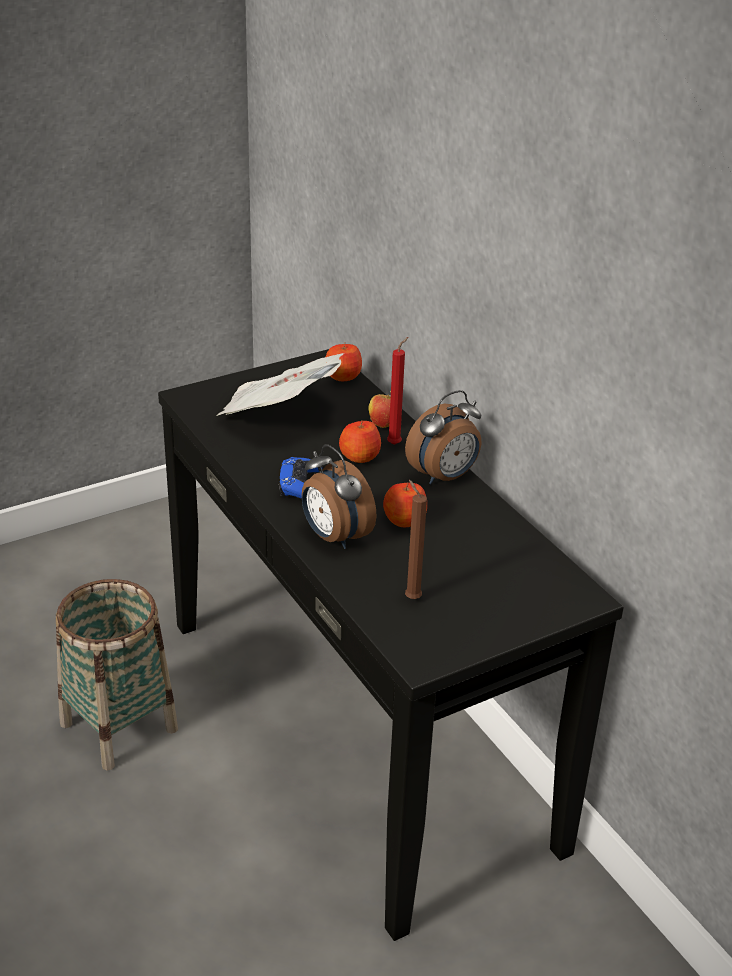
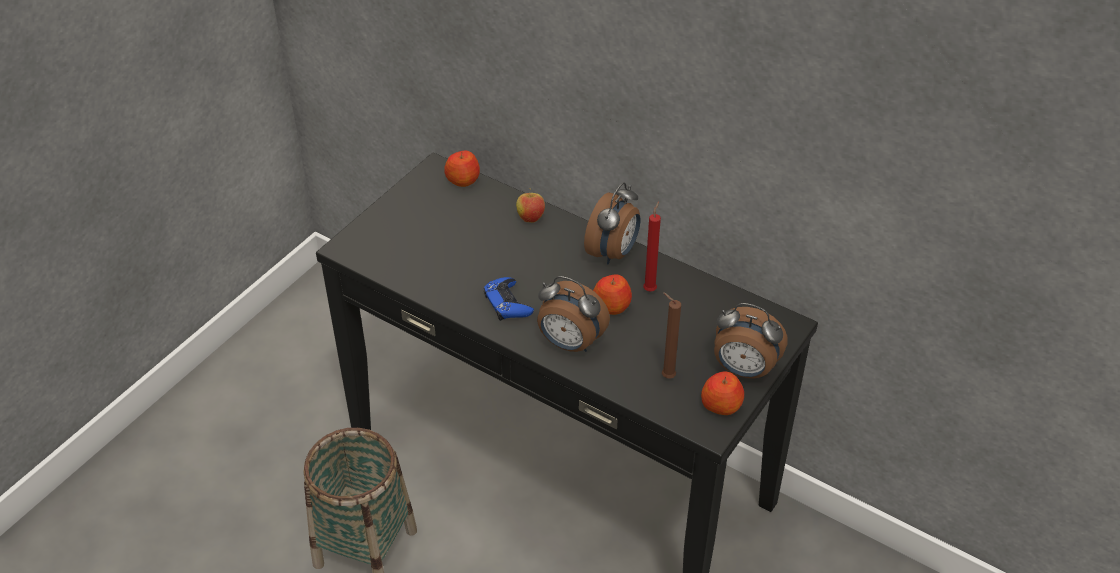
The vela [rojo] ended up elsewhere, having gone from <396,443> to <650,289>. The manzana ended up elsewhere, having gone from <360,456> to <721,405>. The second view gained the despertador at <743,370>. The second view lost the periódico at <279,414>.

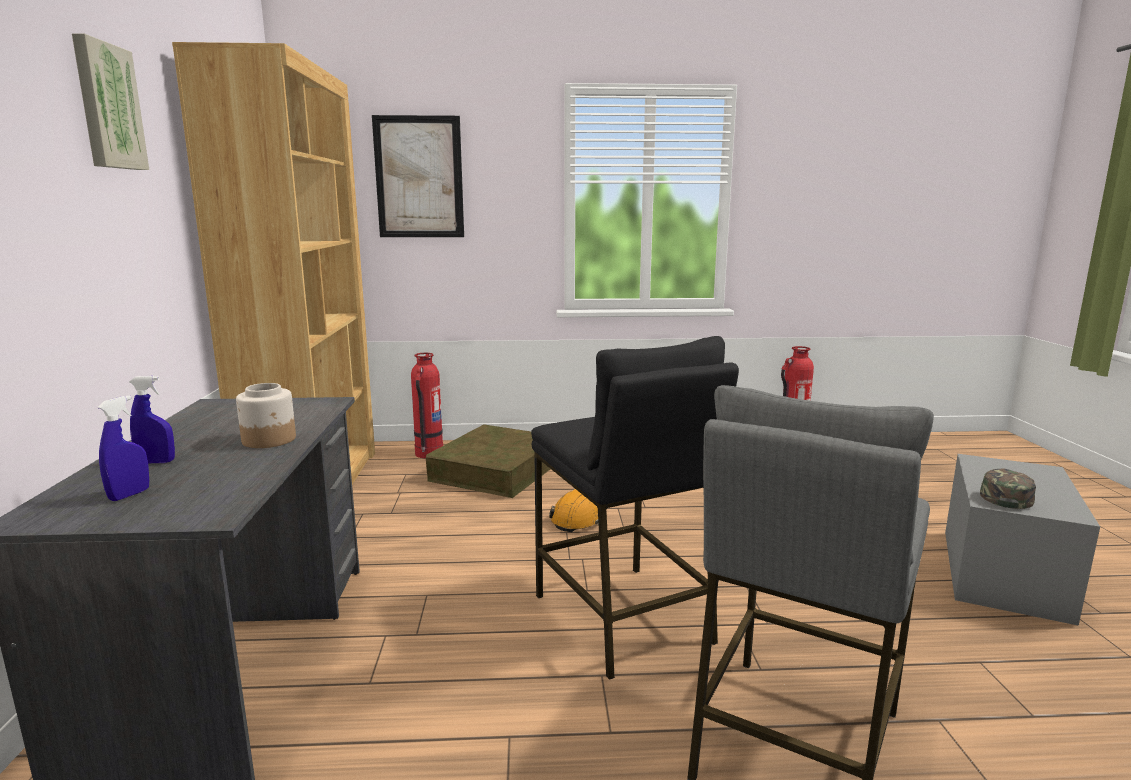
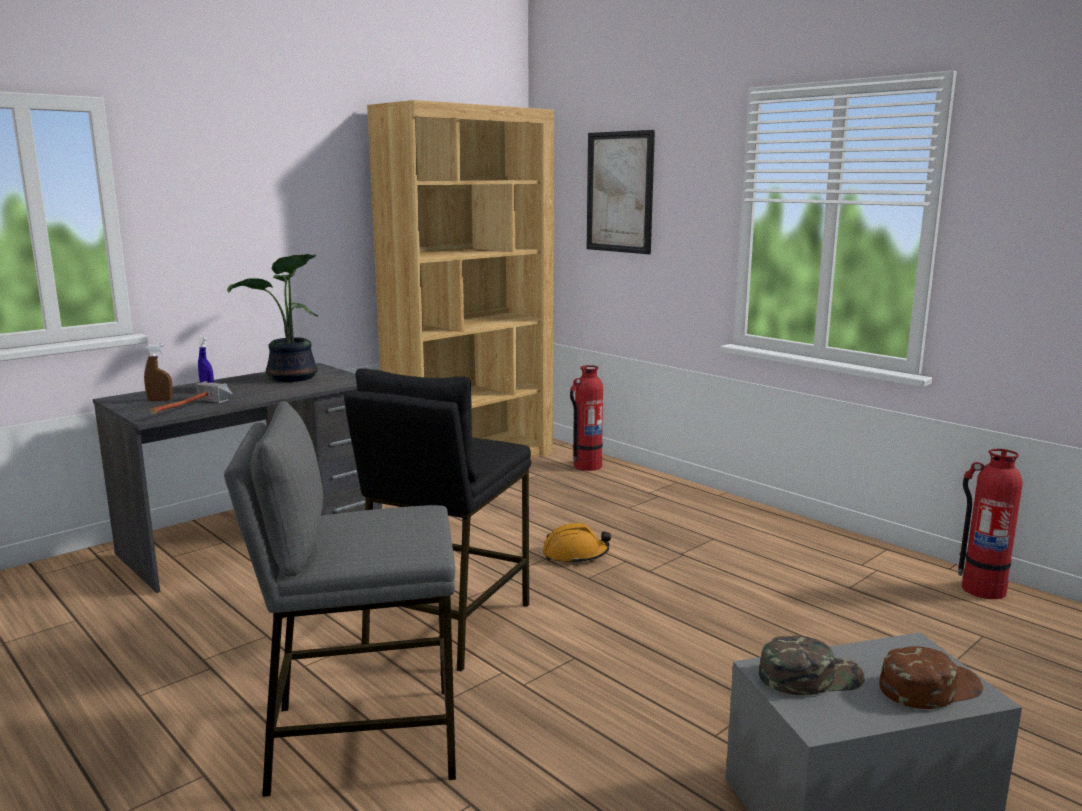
What was the pulverizador [azul] at <129,495> turned into the pulverizador [marrón] at <160,400>. The second view gained the martillo at <191,409>. The second view gained the planta en maceta at <291,378>. The second view gained the gorra [marrón] at <928,687>. The second view lost the cuadro at <107,107>. The second view lost the tarro at <269,440>. The second view lost the caja de almacenaje [marrón] at <497,470>.

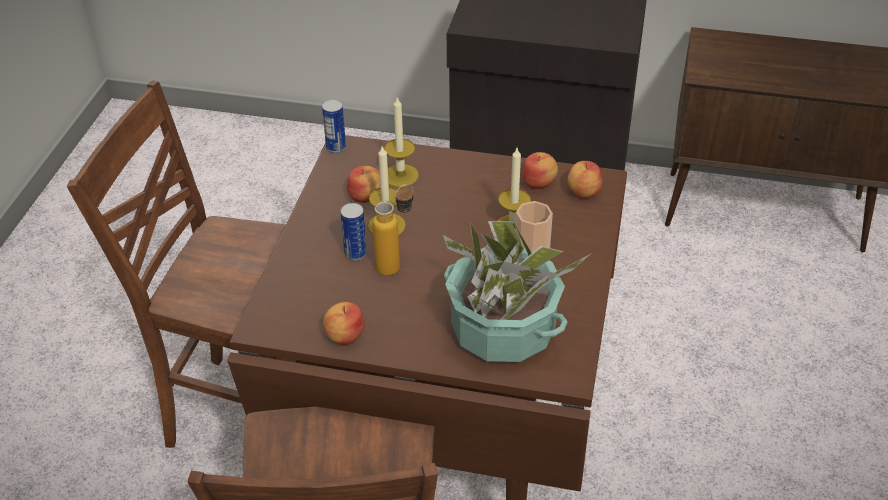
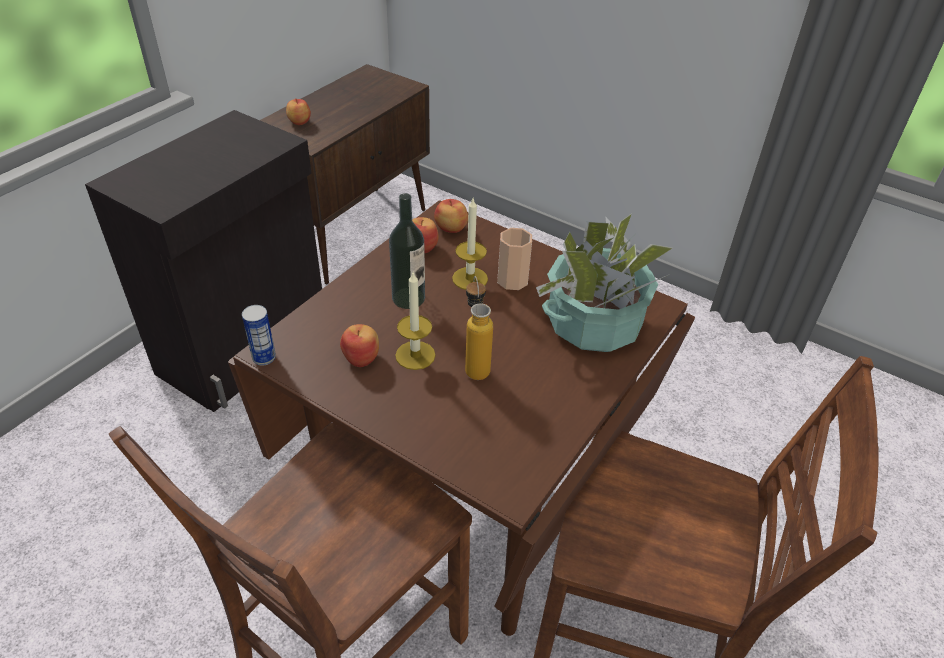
The manzana ended up elsewhere, having gone from <345,335> to <299,122>. The second view gained the botella at <408,298>. The second view lost the lata at <355,254>. The second view lost the vela at <400,175>.

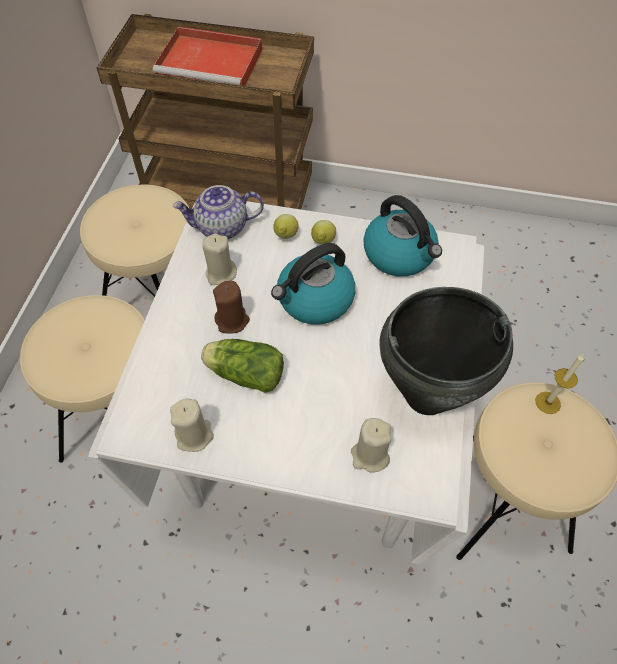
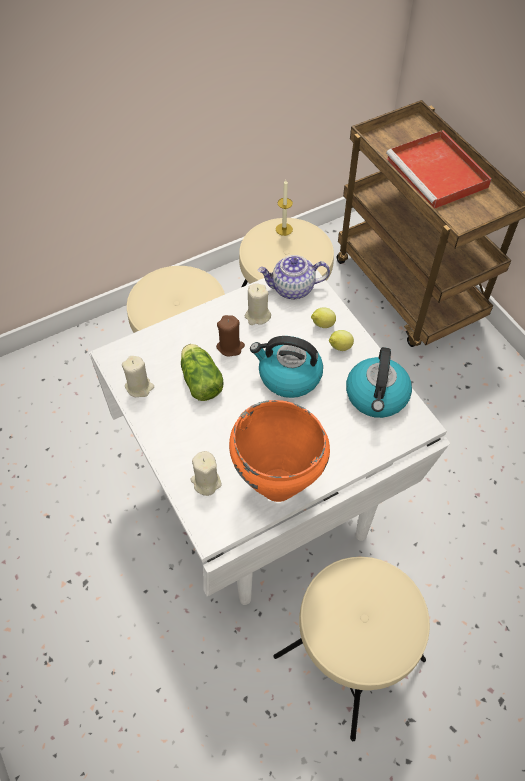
What was the olla [negro] at <428,396> turned into the olla [naranja] at <278,486>. The tetera at <221,228> ended up facing another way, 45 degrees counterclockwise from before. The vela ended up elsewhere, having gone from <548,402> to <284,229>.

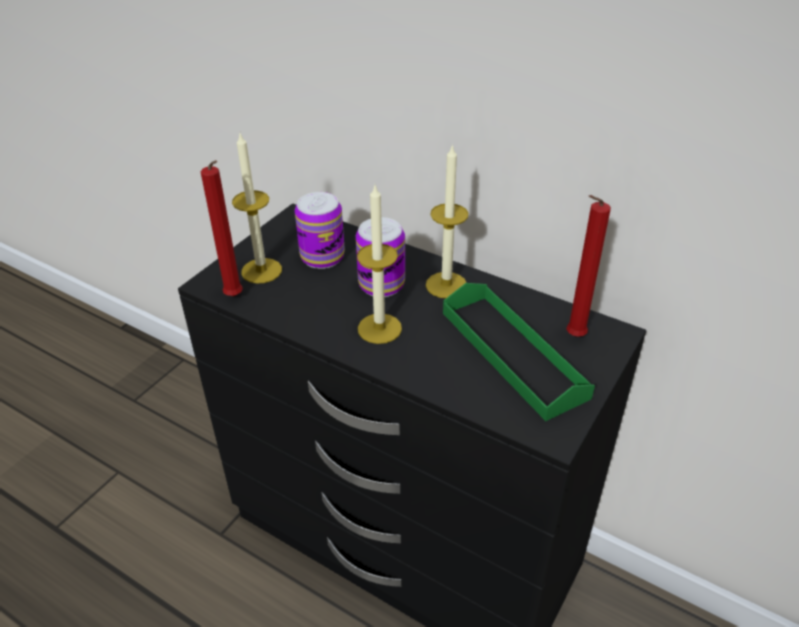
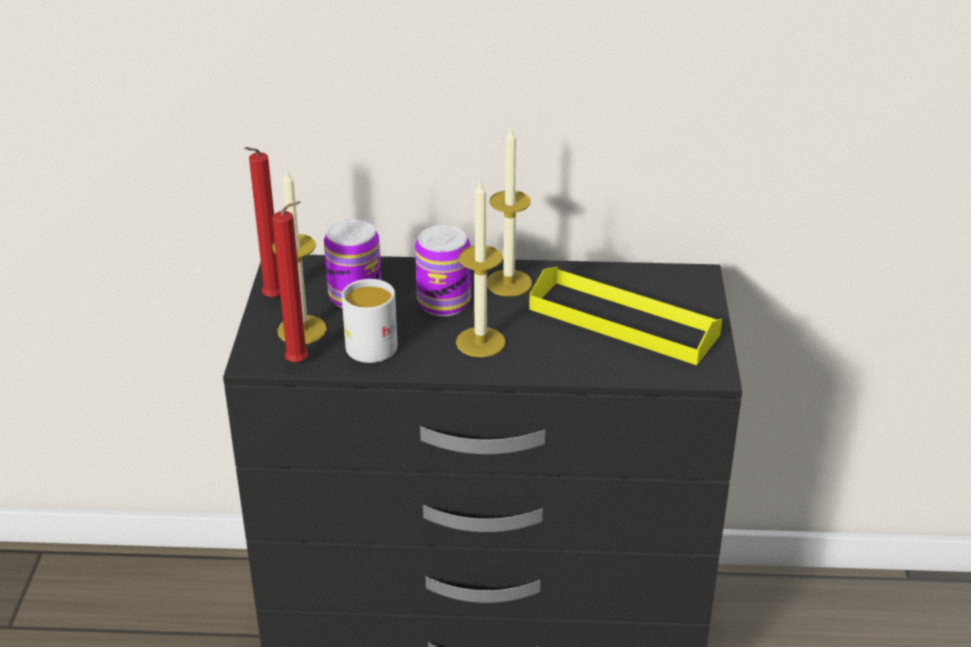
The vela [rojo] ended up elsewhere, having gone from <572,337> to <271,300>. The second view gained the taza grande [blanco] at <370,342>. What was the bandeja [verde] at <512,353> turned into the bandeja [amarillo] at <623,322>.

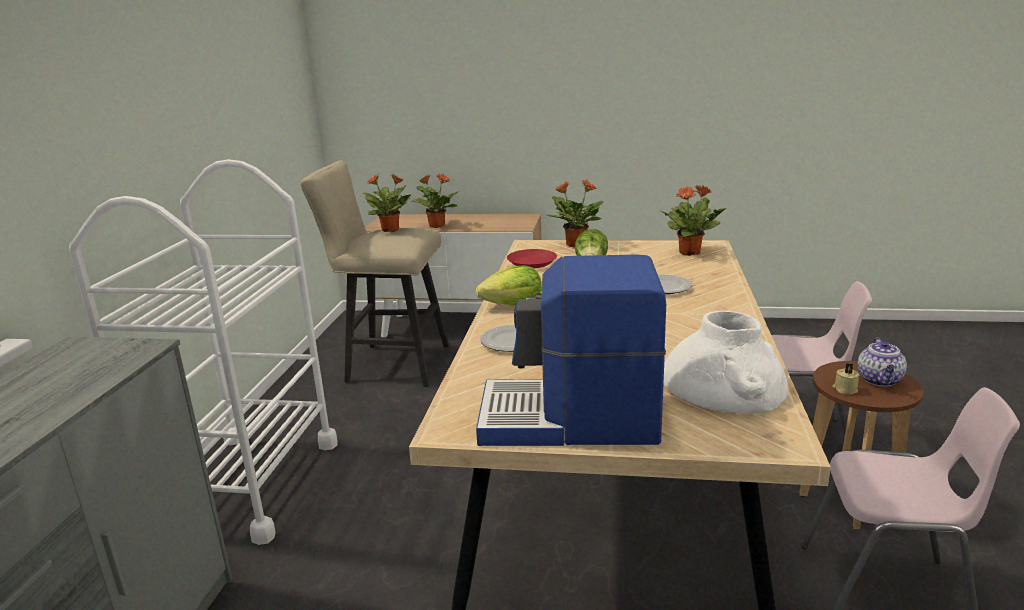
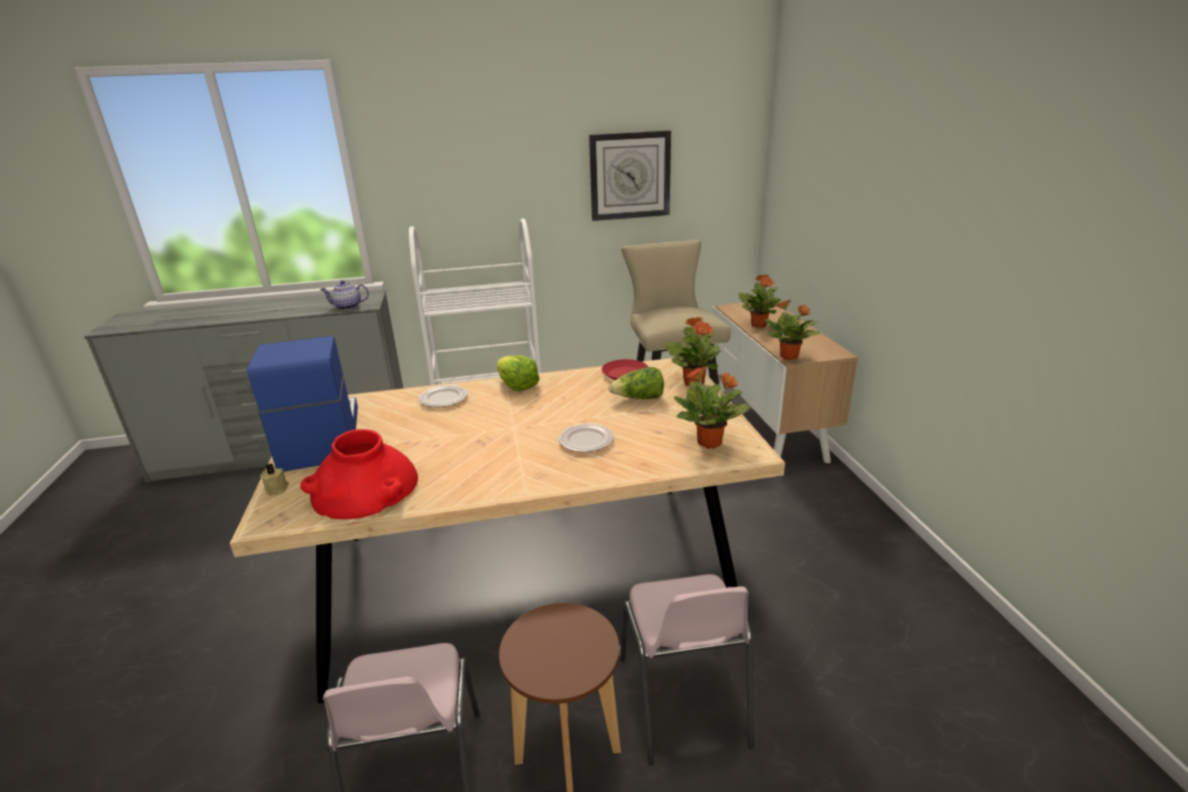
The vela [beis] ended up elsewhere, having gone from <844,389> to <278,489>. What was the florero [blanco] at <723,385> turned into the florero [rojo] at <365,489>. The tetera ended up elsewhere, having gone from <880,380> to <347,307>. The second view gained the reloj de pared at <630,176>. The planta en maceta ended up elsewhere, having gone from <391,230> to <789,357>.

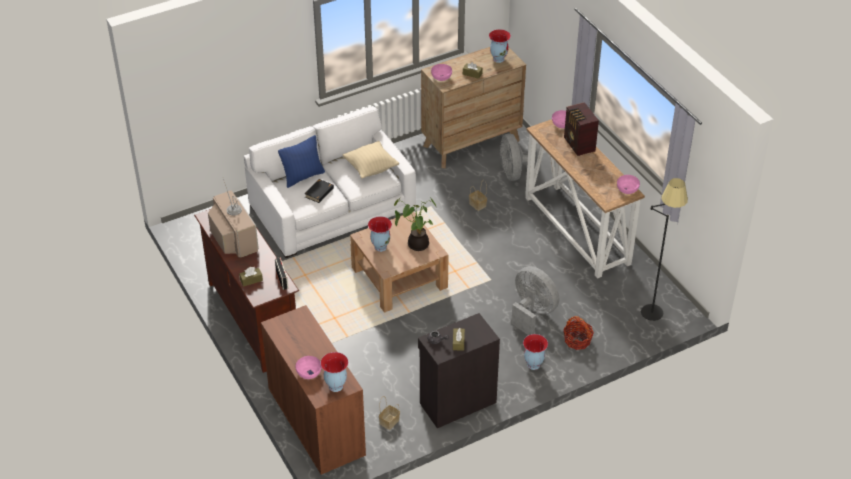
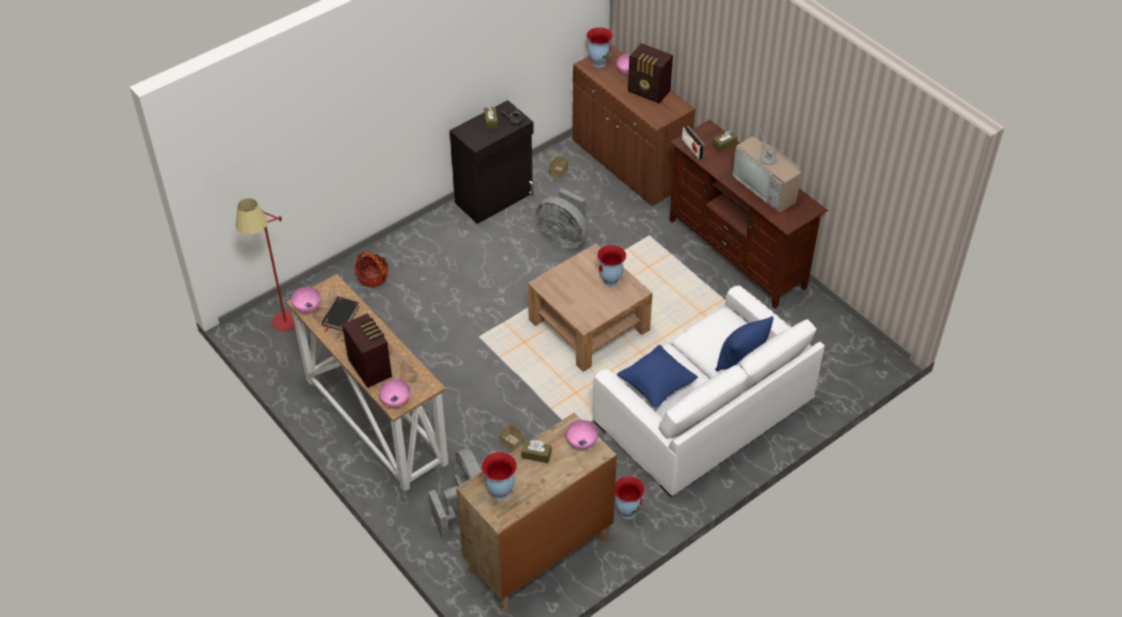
What was the lámpara de pie [negro] at <654,305> turned into the lámpara de pie [rojo] at <281,330>. The libro [negro] ended up elsewhere, having gone from <319,192> to <340,316>. The ventilador [gris] ended up elsewhere, having gone from <532,313> to <564,238>. The florero ended up elsewhere, having gone from <533,365> to <627,511>. What was the cojín [beis] at <371,168> turned into the cojín [azul] at <656,386>. The second view gained the radio at <649,92>. The second view lost the planta en maceta at <416,244>.

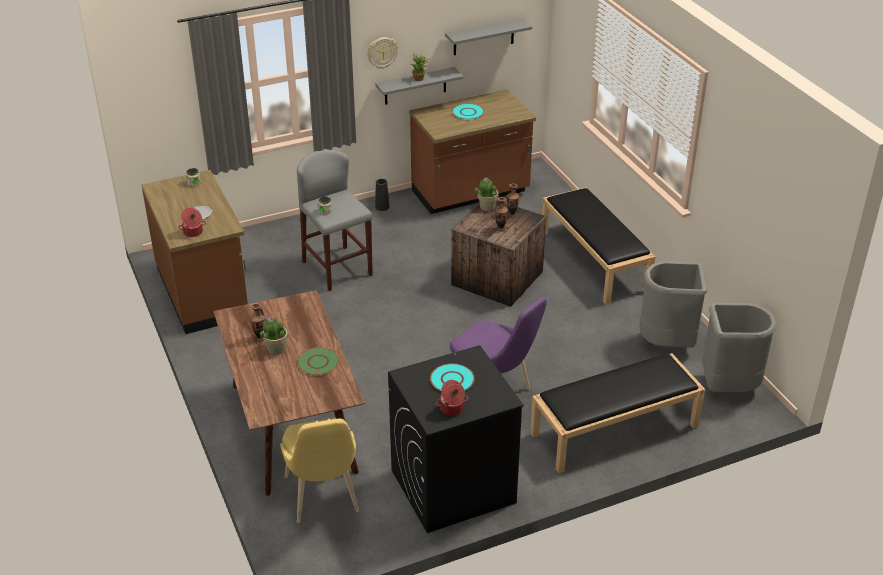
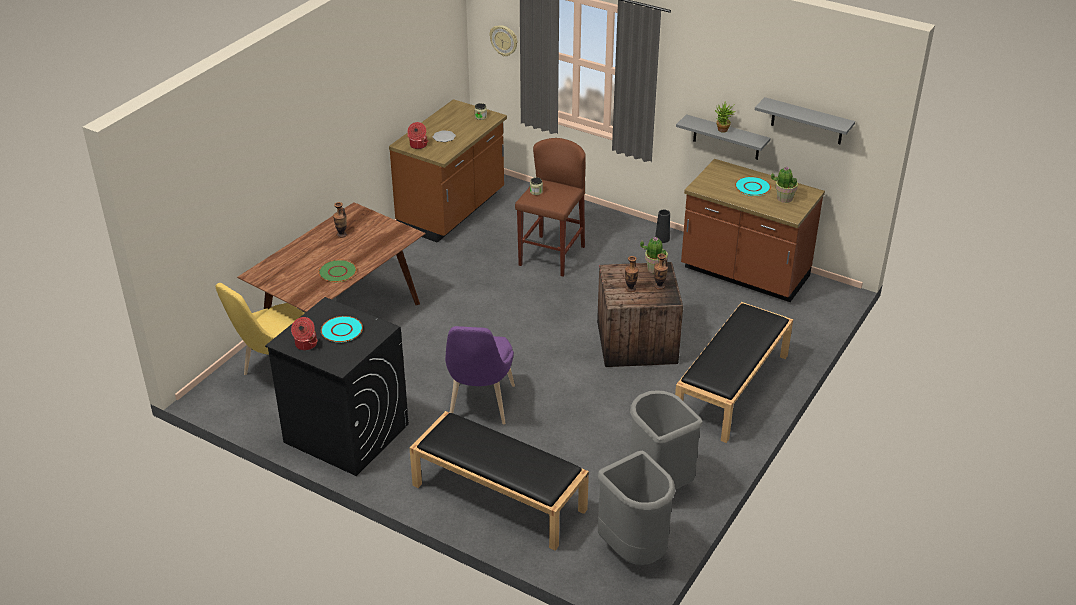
The reloj de pared ended up elsewhere, having gone from <382,52> to <504,40>. What was the taburete [gris] at <337,268> turned into the taburete [marrón] at <551,256>. The planta en maceta ended up elsewhere, having gone from <276,349> to <784,198>.

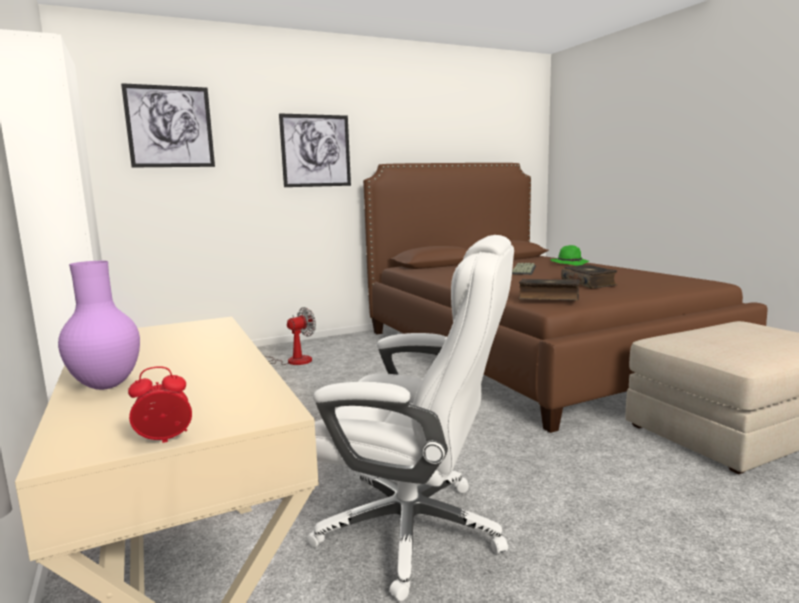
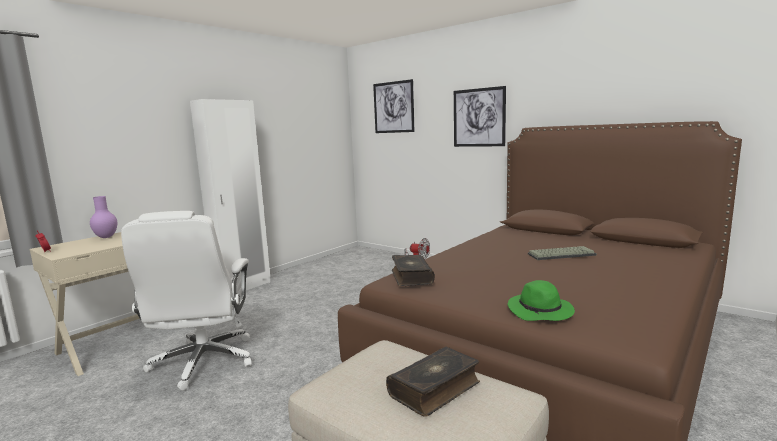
The libro ended up elsewhere, having gone from <589,283> to <435,389>. The sombrero [verde] ended up elsewhere, having gone from <570,263> to <540,312>.

